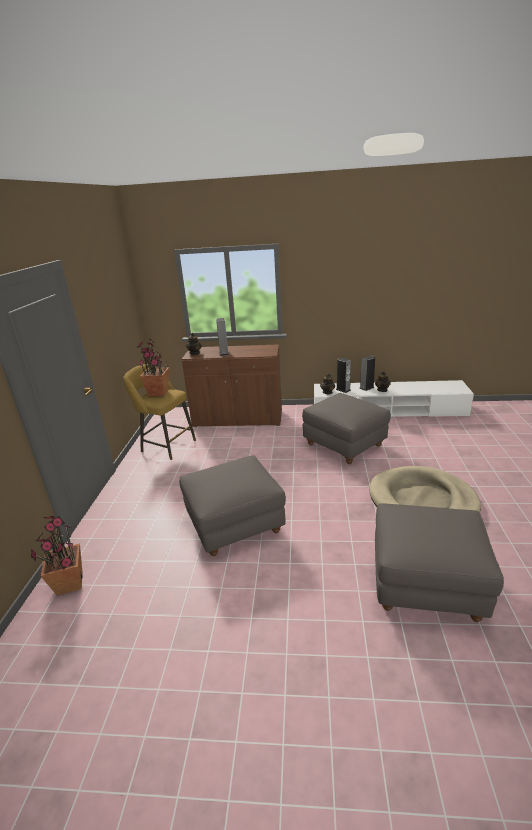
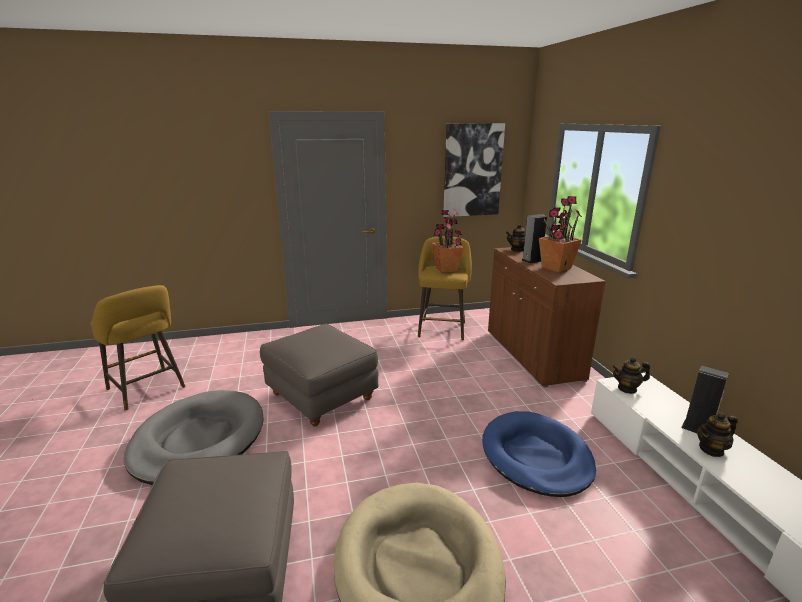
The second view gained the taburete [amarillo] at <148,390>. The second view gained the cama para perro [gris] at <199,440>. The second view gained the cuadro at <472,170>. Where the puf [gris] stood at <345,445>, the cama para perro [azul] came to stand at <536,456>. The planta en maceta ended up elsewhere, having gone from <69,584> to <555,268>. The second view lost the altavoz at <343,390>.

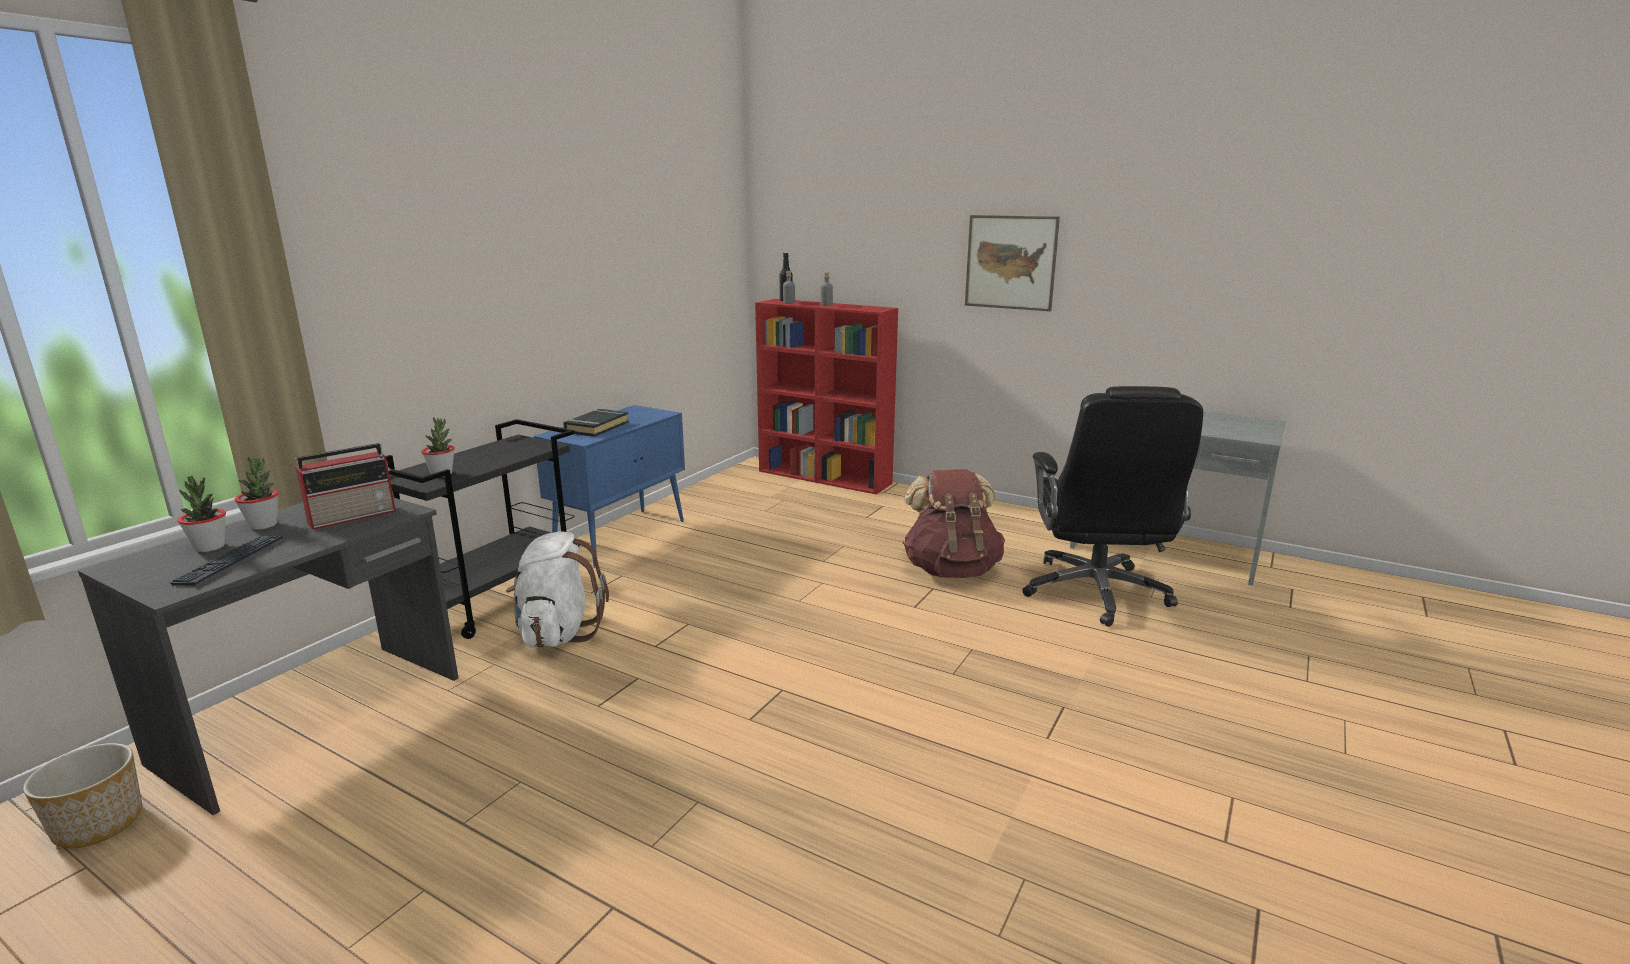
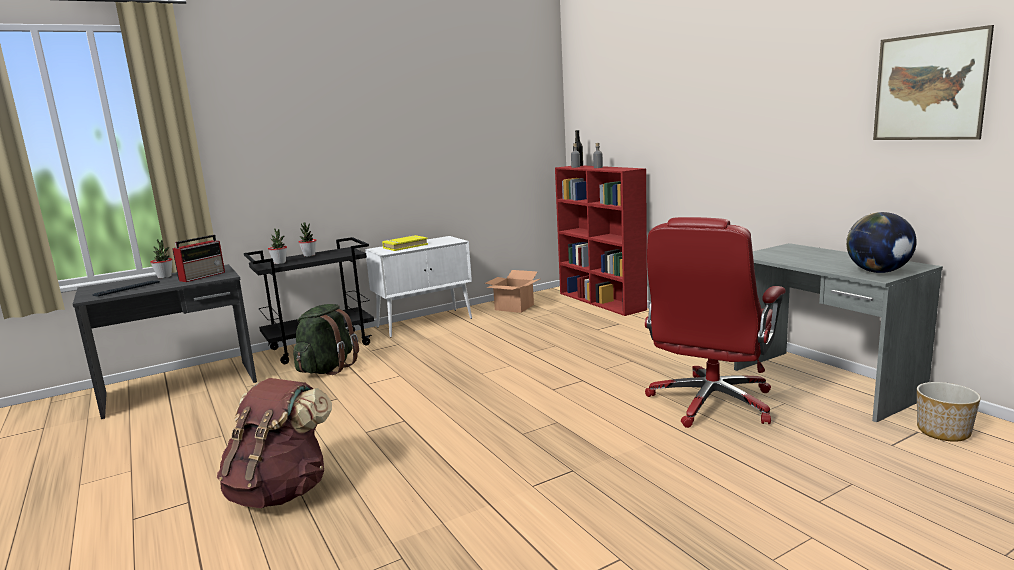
The radio at <354,516> ended up facing another way, 45 degrees counterclockwise from before. The mochila [marrón] ended up elsewhere, having gone from <951,570> to <281,491>. What was the mochila [blanco] at <558,633> turned into the mochila [verde] at <327,369>. The planta en maceta ended up elsewhere, having gone from <210,547> to <309,255>. What was the armario [azul] at <621,536> turned into the armario [blanco] at <425,323>. What was the libro [negro] at <596,427> turned into the libro [amarillo] at <405,246>. The second view gained the caja de cartón at <515,307>. What was the silla de oficina [negro] at <1096,593> turned into the silla de oficina [rojo] at <710,403>. The second view gained the globo terráqueo at <878,272>. The cuadro ended up elsewhere, having gone from <1010,262> to <929,87>. The maceta ended up elsewhere, having gone from <99,824> to <943,431>.

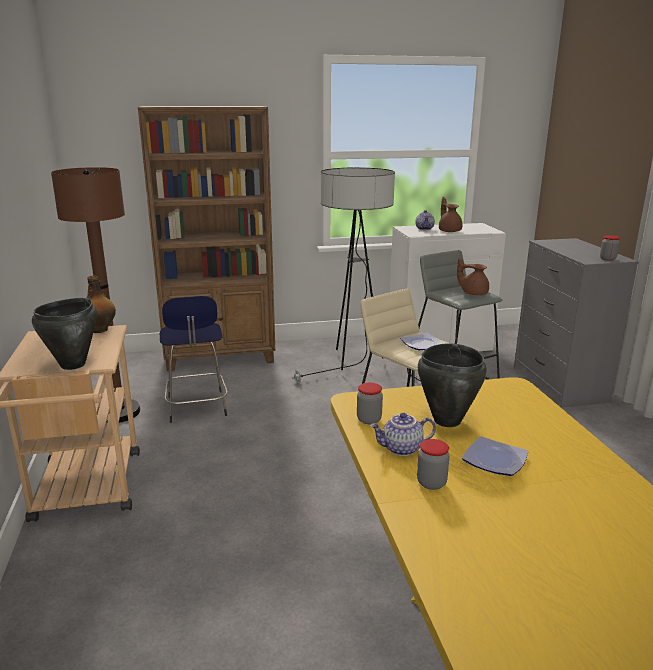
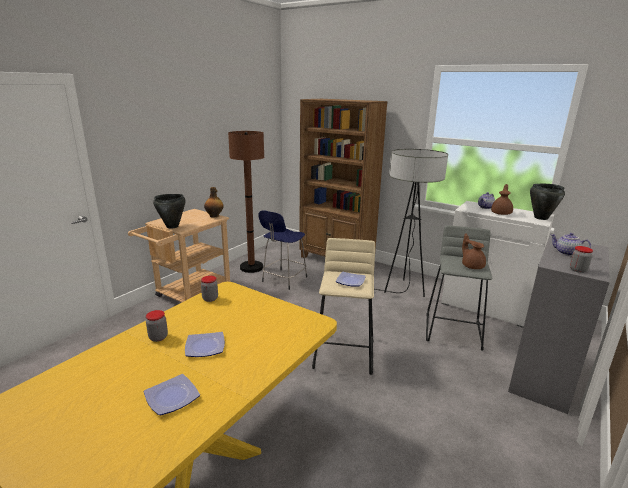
The second view gained the plato at <171,398>. The olla [negro] ended up elsewhere, having gone from <446,420> to <540,218>. The tetera ended up elsewhere, having gone from <401,449> to <566,253>.

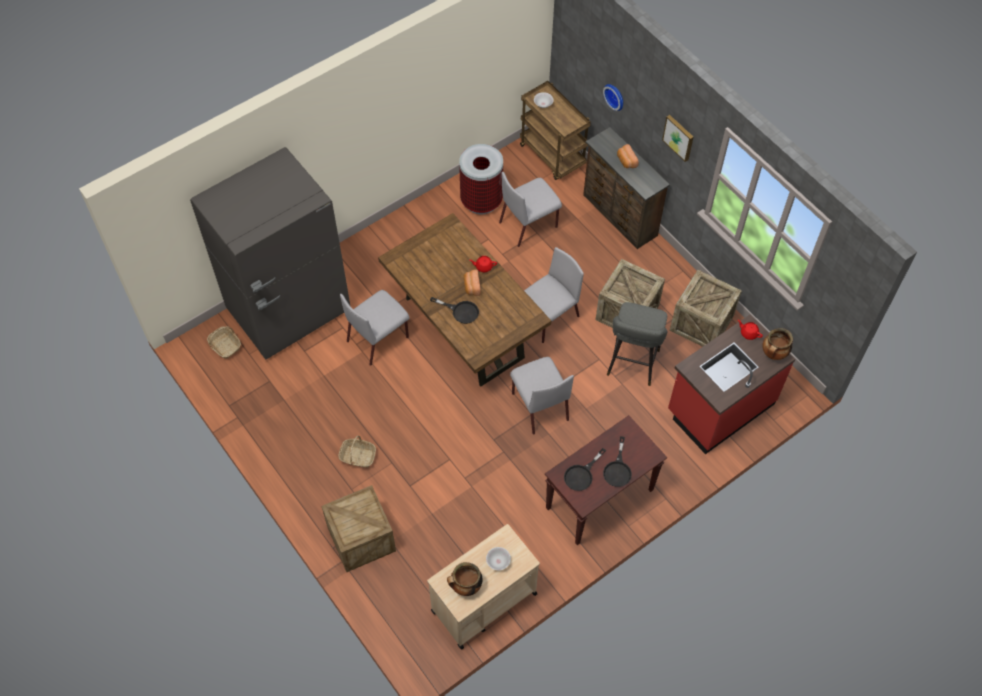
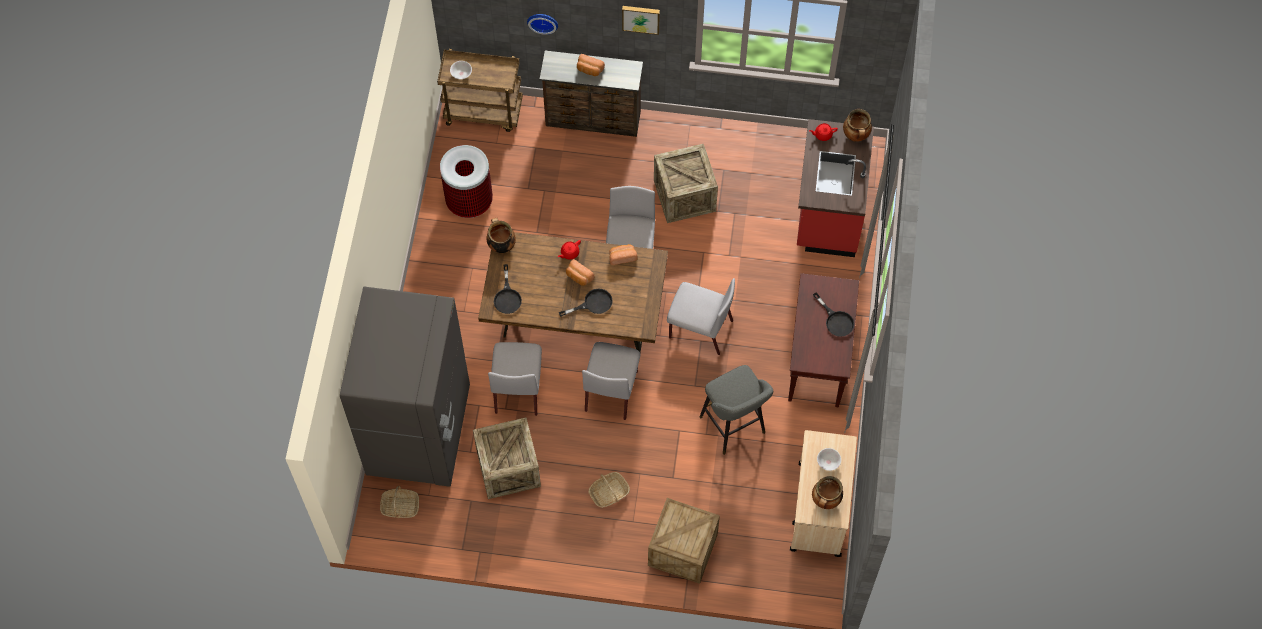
The caja de embalaje ended up elsewhere, having gone from <701,323> to <508,468>. The second view gained the olla at <501,245>. The sartén [negro] ended up elsewhere, having gone from <581,475> to <507,297>. The silla [gris] ended up elsewhere, having gone from <529,224> to <611,390>. The second view gained the pan at <622,257>. The taburete [gris] ended up elsewhere, having gone from <632,365> to <734,428>.

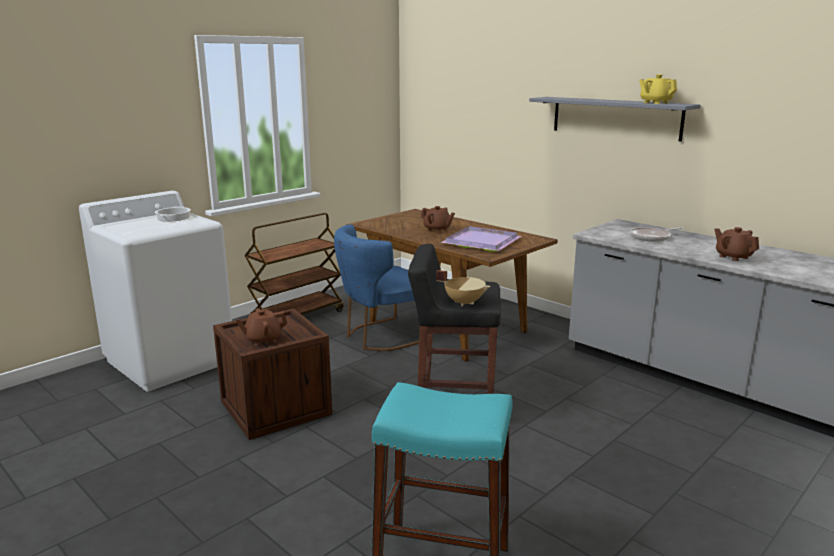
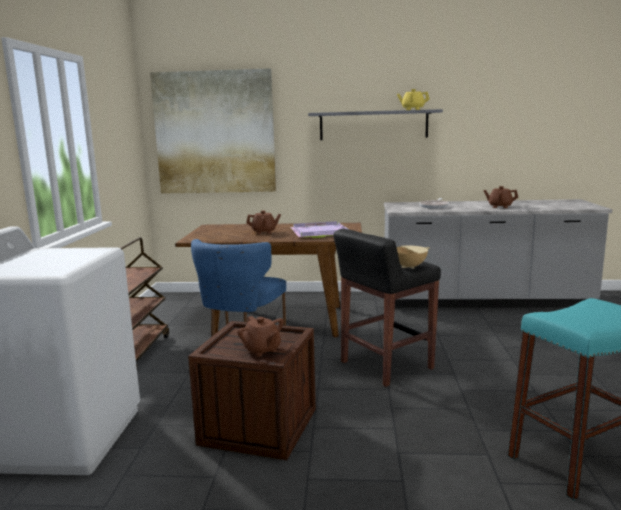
The second view gained the cuadro at <215,133>. The tetera [marrón] at <263,339> ended up facing another way, 60 degrees counterclockwise from before. The second view lost the olla at <174,218>.

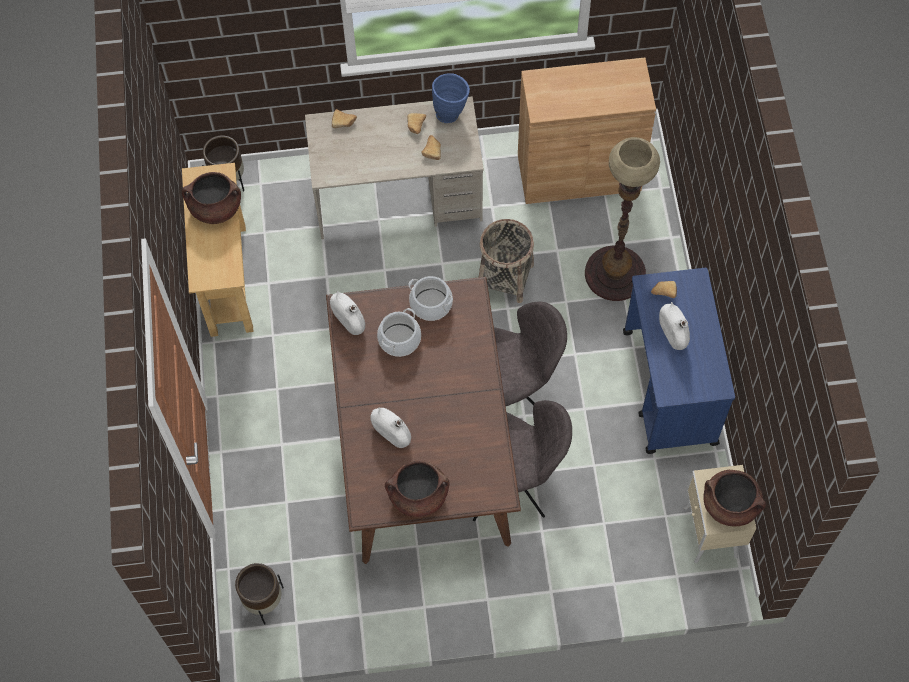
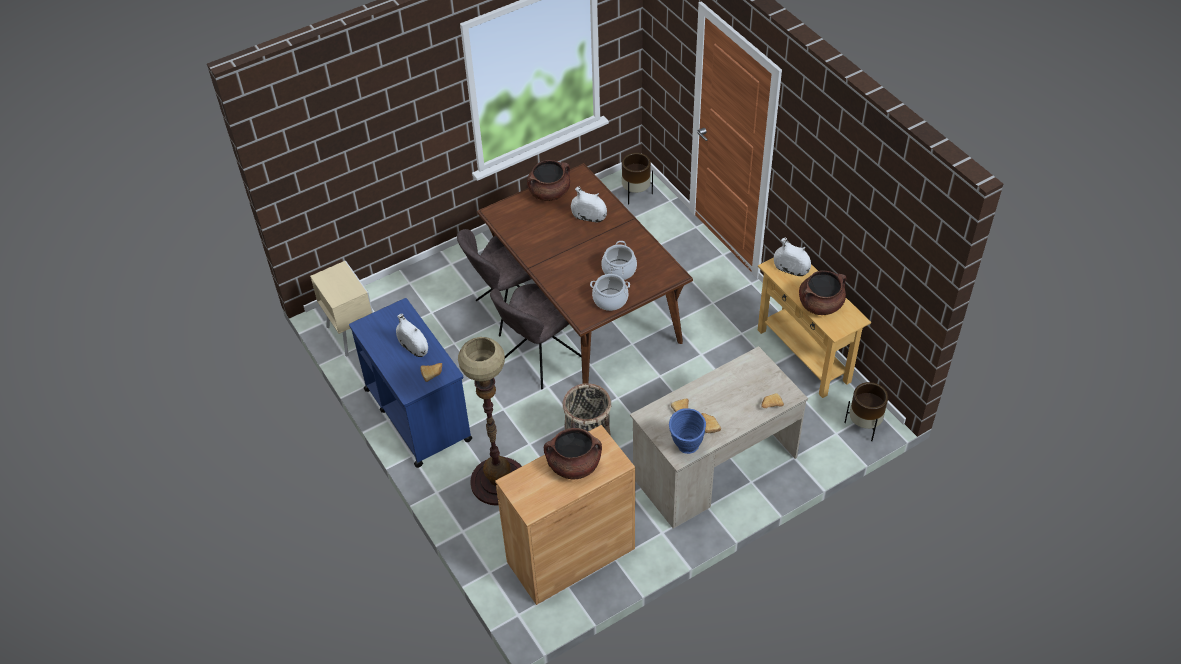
The olla [marrón] ended up elsewhere, having gone from <730,504> to <574,465>. The florero [blanco] ended up elsewhere, having gone from <348,320> to <791,269>.

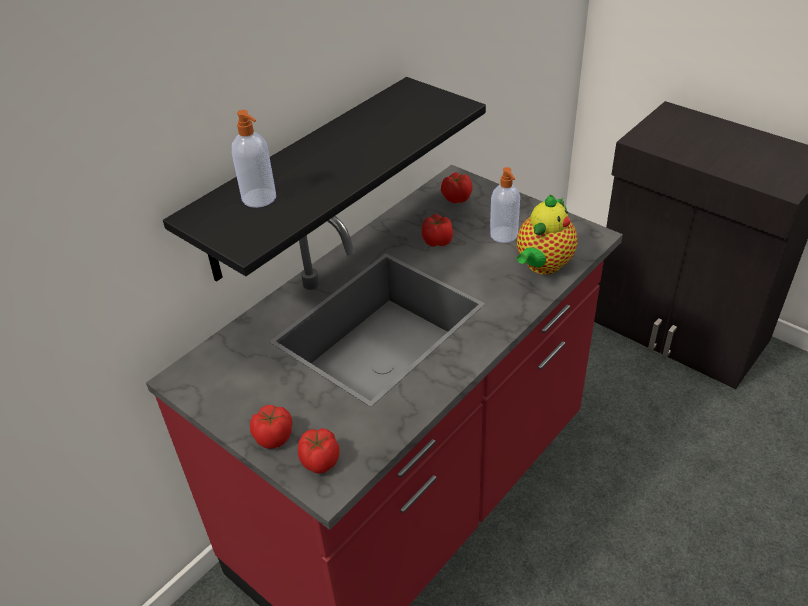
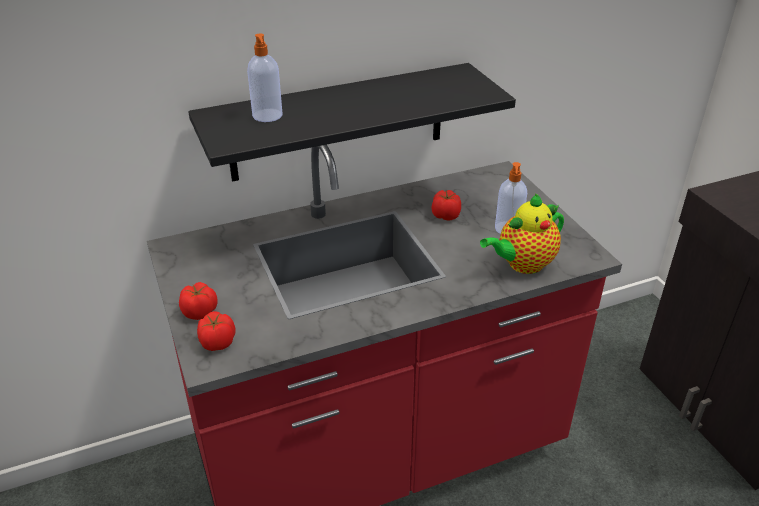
The second view lost the tomate at <456,198>.

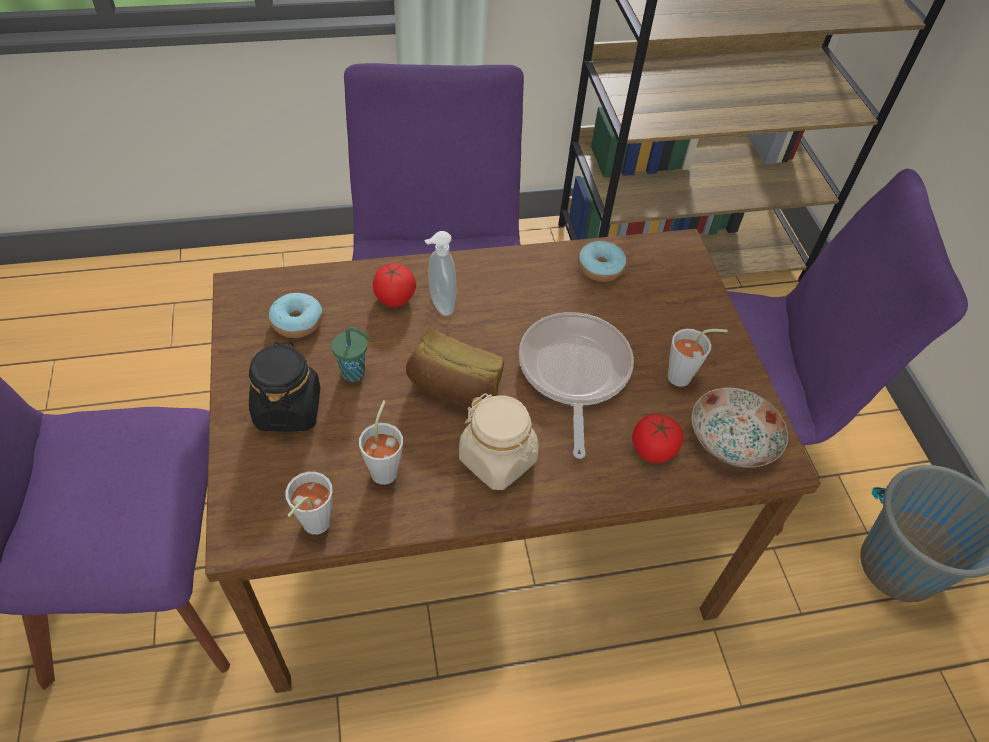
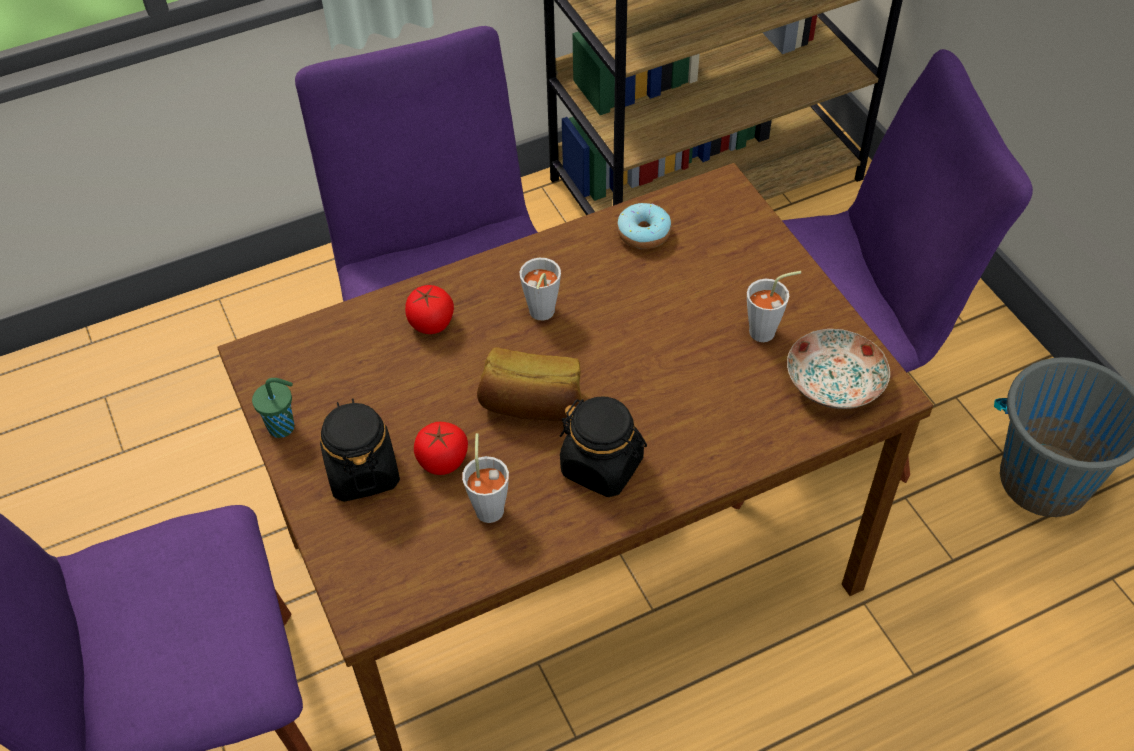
The taza [verde] ended up elsewhere, having gone from <354,373> to <283,427>. The tomate ended up elsewhere, having gone from <653,449> to <443,461>. The taza [gris] ended up elsewhere, having gone from <312,527> to <540,315>. What was the tarro [beis] at <498,459> turned into the tarro [negro] at <602,466>. The second view lost the rosquilla at <297,322>. The second view lost the dispensador de jabón at <439,305>. The second view lost the sartén at <573,373>.

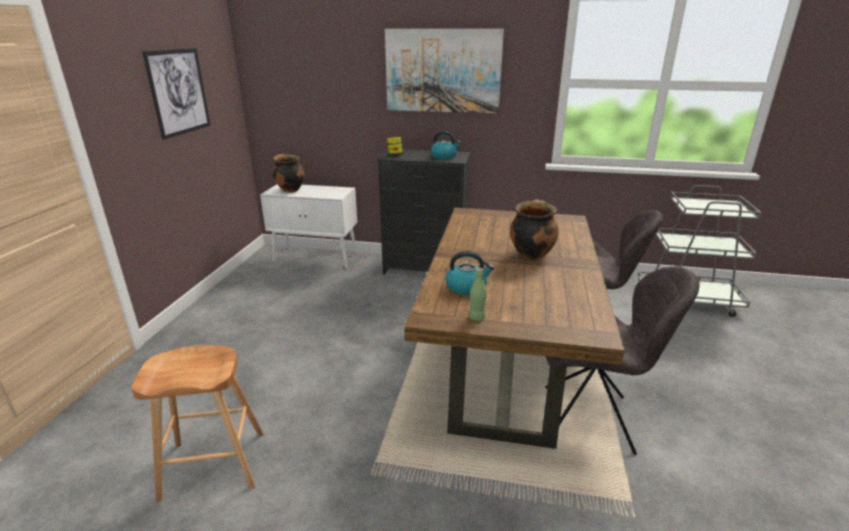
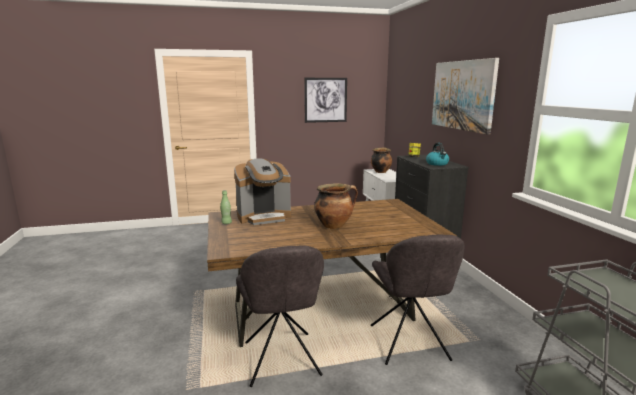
Where the hervidor stood at <467,287>, the cafetera came to stand at <264,217>. The second view lost the taburete [marrón] at <213,465>.

